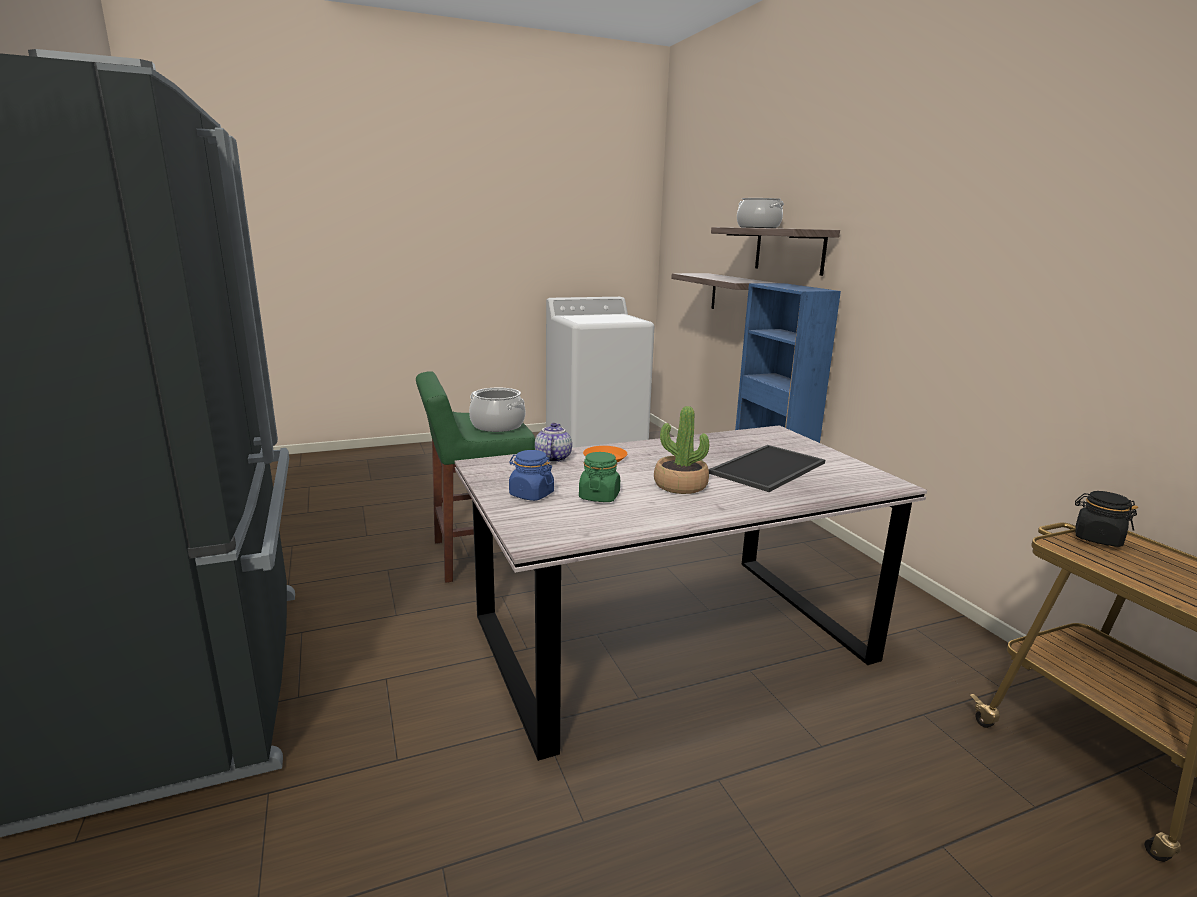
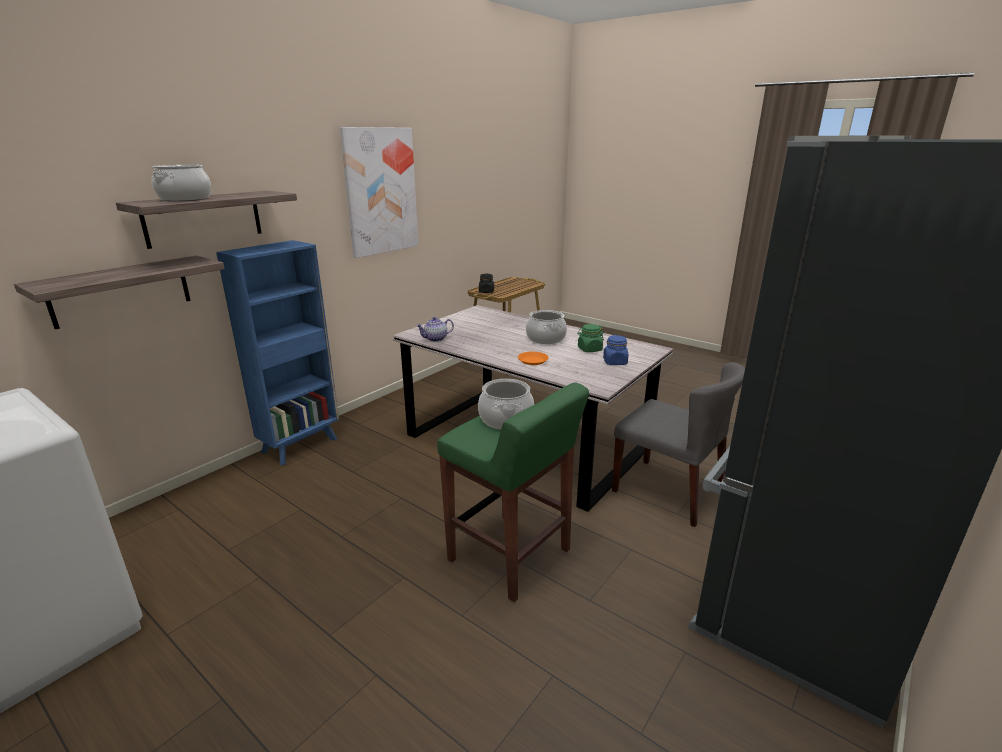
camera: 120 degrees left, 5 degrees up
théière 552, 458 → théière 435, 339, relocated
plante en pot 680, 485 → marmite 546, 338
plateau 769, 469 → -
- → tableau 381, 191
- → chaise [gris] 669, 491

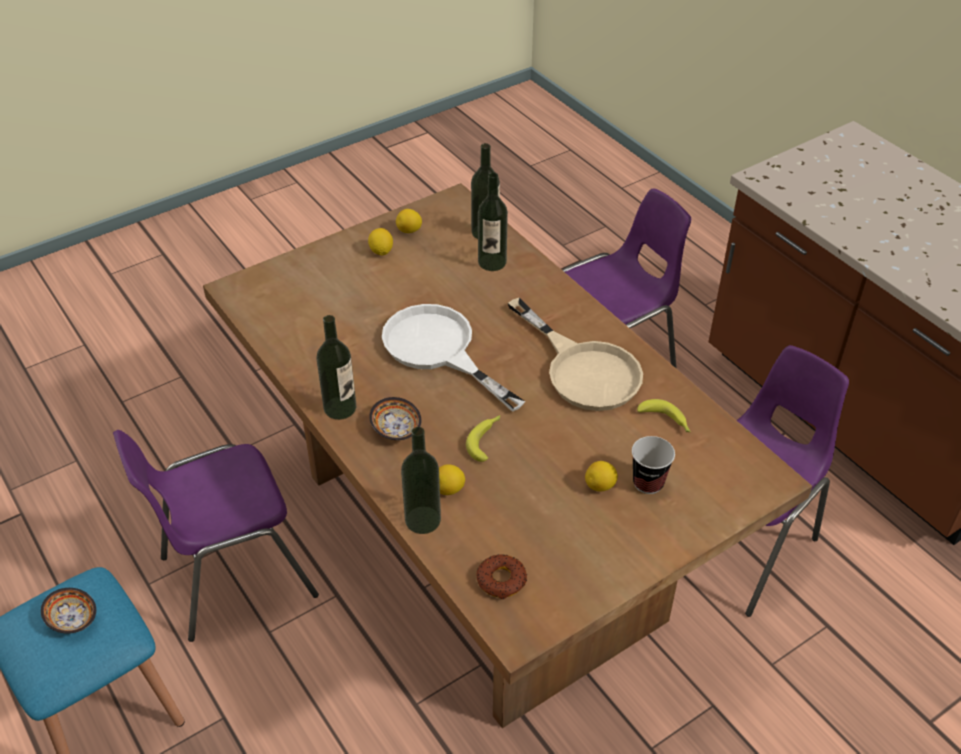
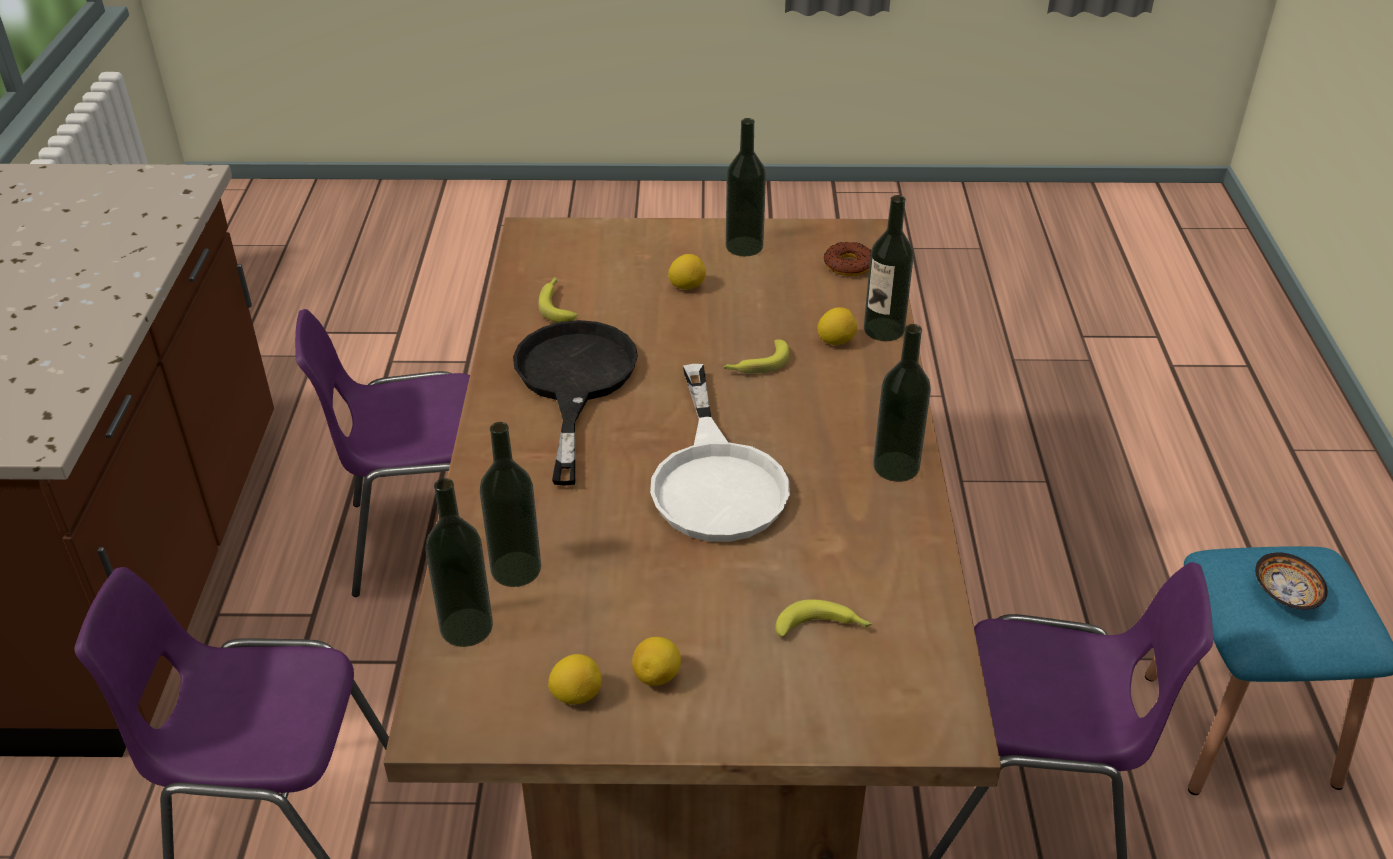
camera: 145 degrees left, 5 degrees down
bol 396, 429 → -
poêle [beige] 583, 369 → poêle [noir] 574, 383
tasse 648, 483 → -
- → bouteille 744, 246
- → banane 823, 628

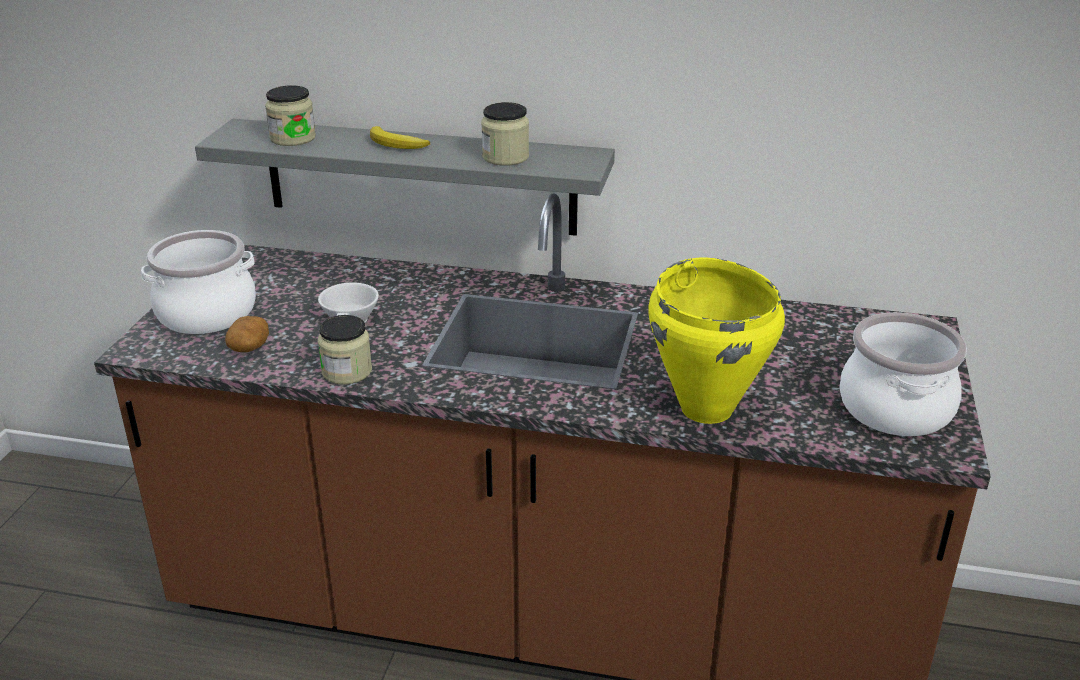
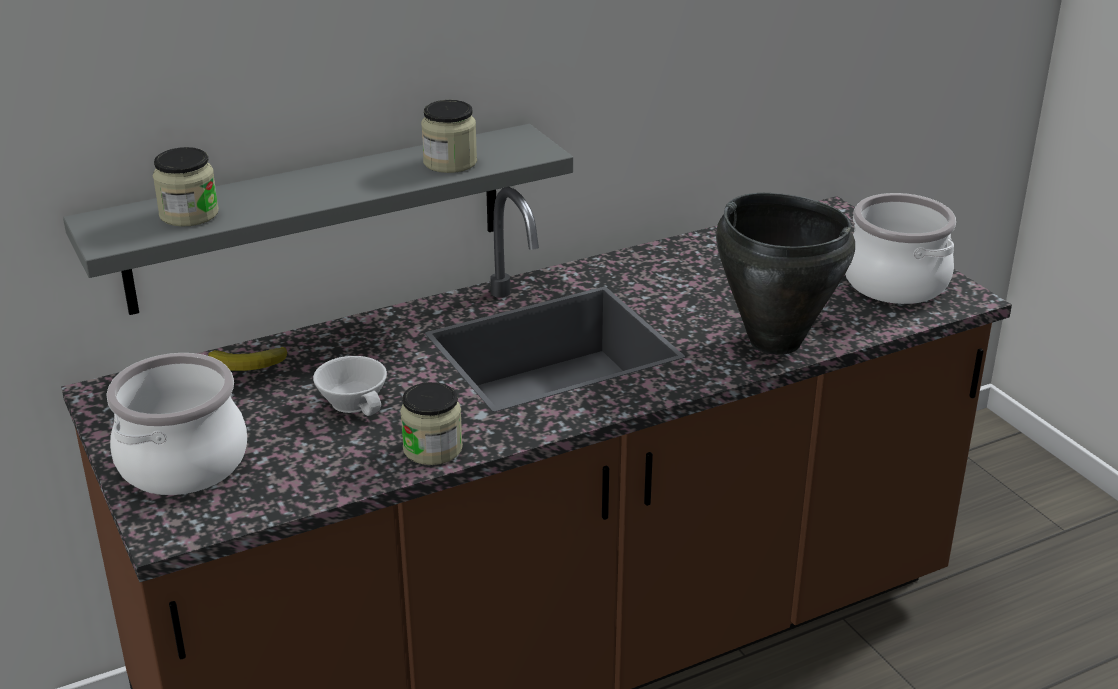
camera: 40 degrees left, 0 degrees up
pomme de terre 249, 347 → -
banane 396, 144 → banane 250, 364, relocated
marmite [jaune] 707, 408 → marmite [noir] 774, 341

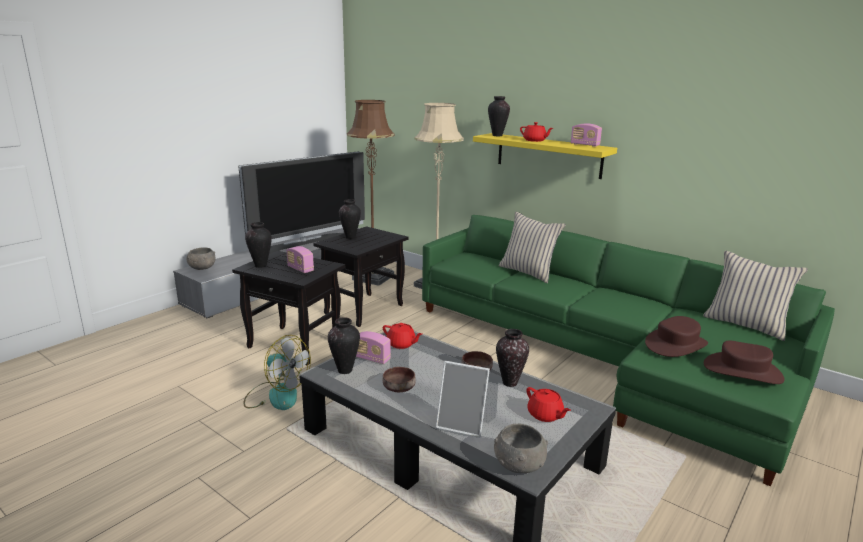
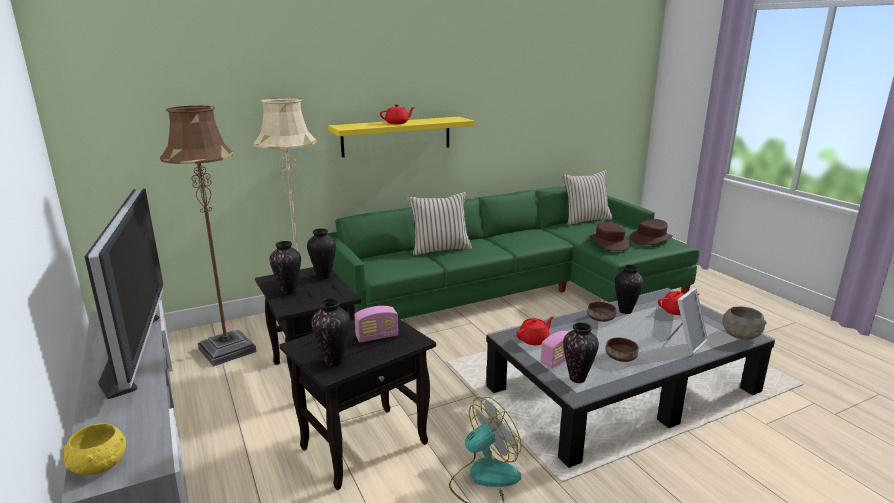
camera: 65 degrees left, 0 degrees up
bol [gris] 202, 268 → bol [jaune] 99, 466
vase 497, 135 → vase 323, 277, relocated
radio 585, 145 → -

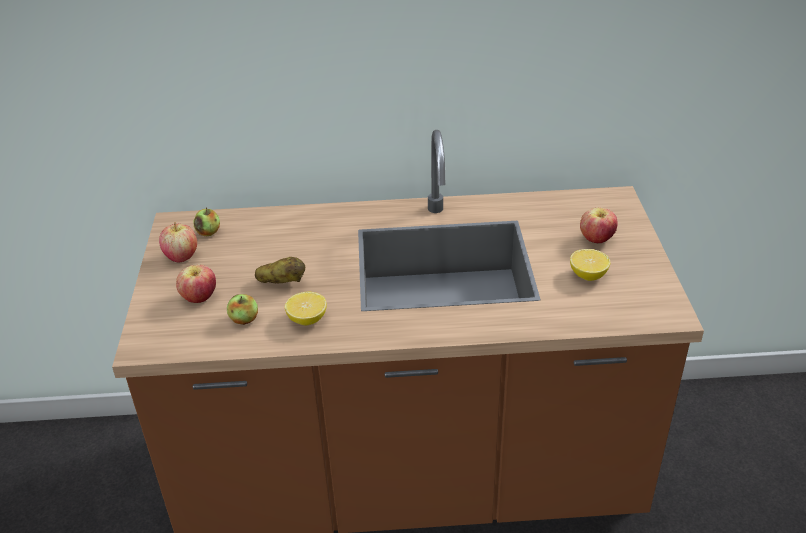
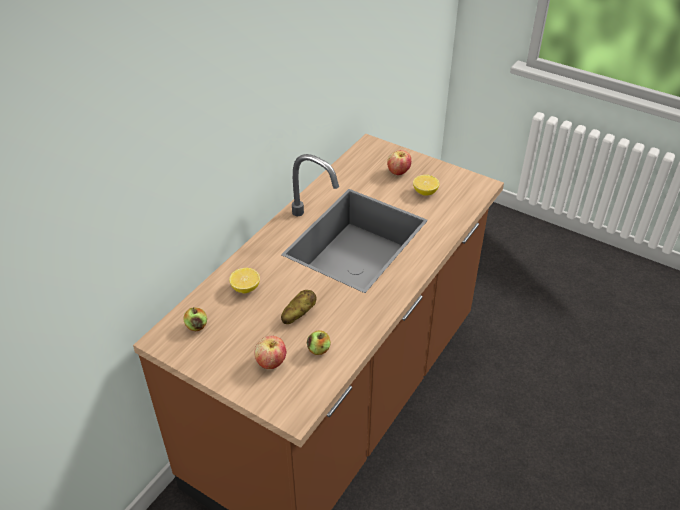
camera: 55 degrees left, 5 degrees up
pomme 181, 256 → -
citron 307, 319 → citron 245, 288, relocated

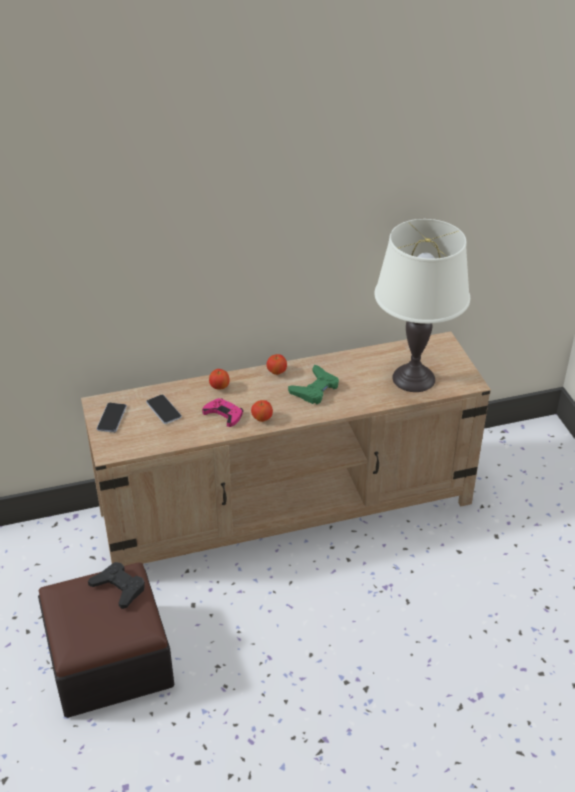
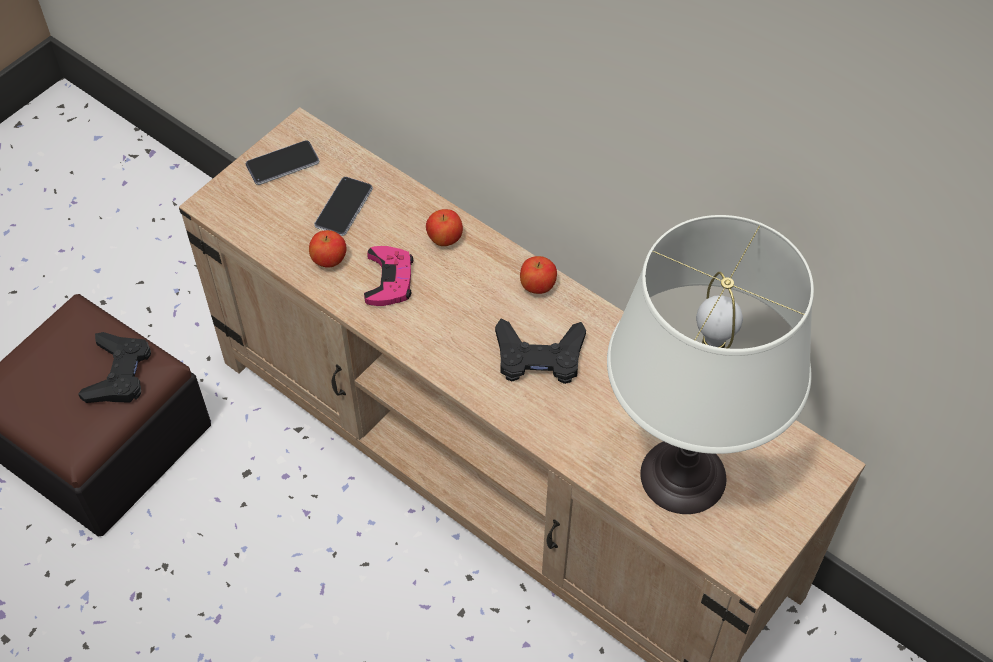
camera: 55 degrees right, 15 degrees up
pomme 262, 419 → pomme 329, 260, relocated
manette [vert] 315, 389 → manette [noir] 539, 357

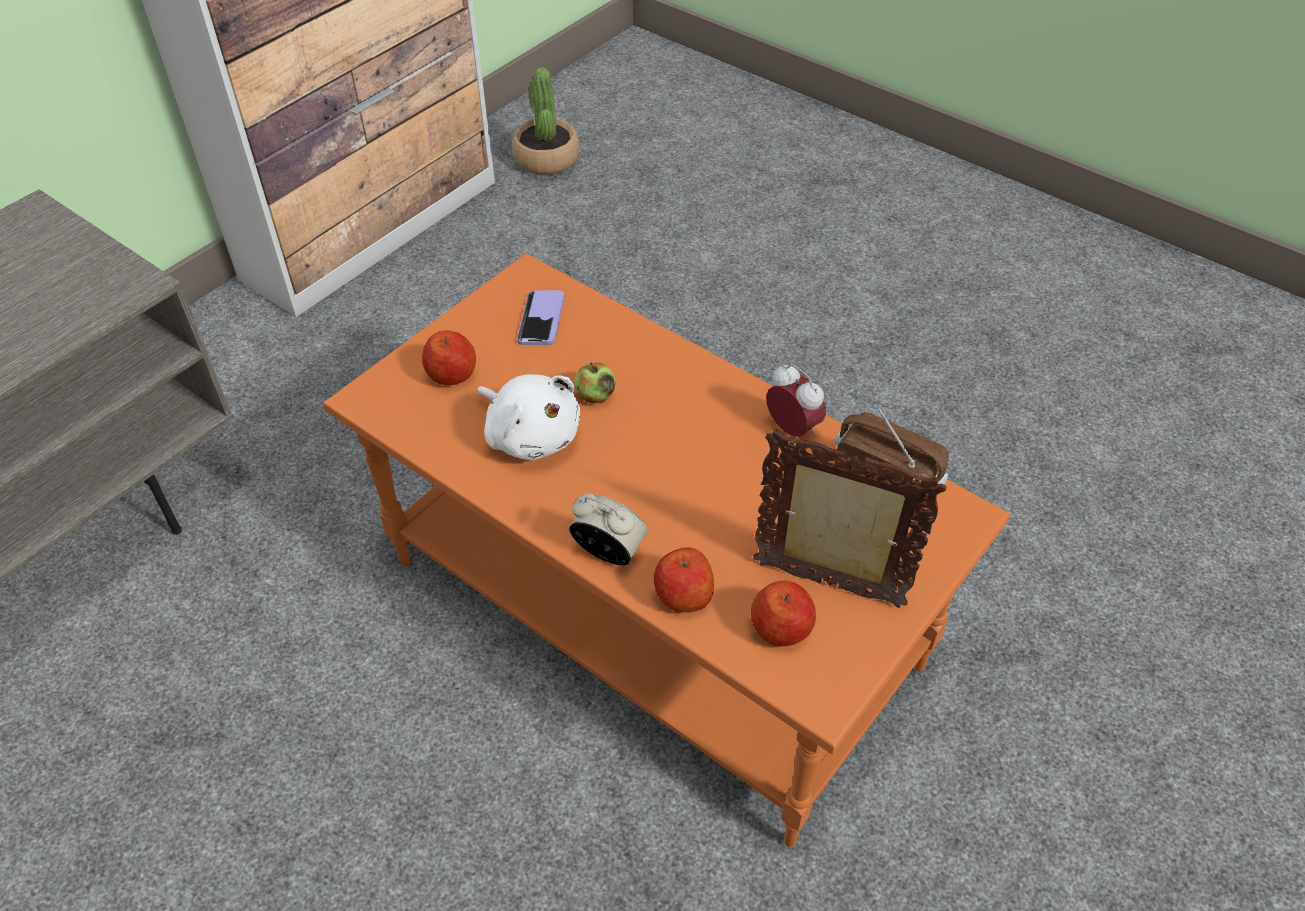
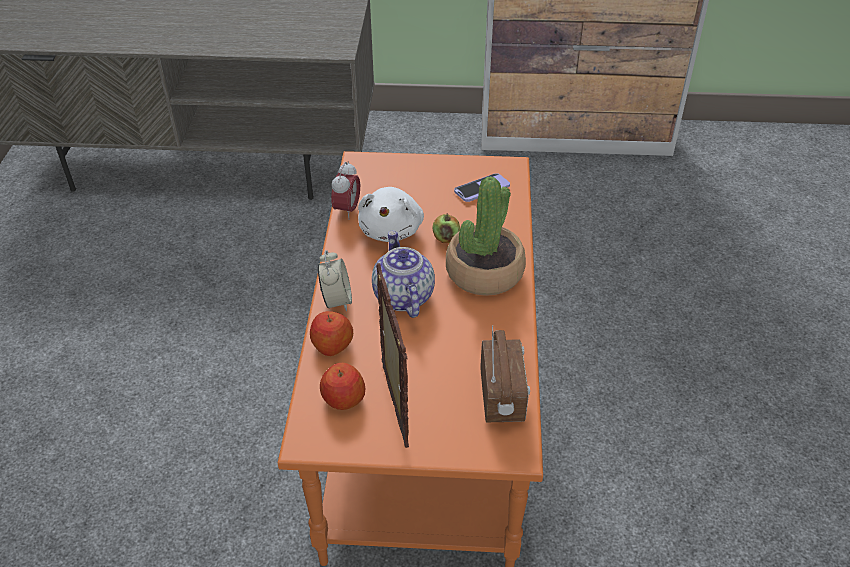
camera: 55 degrees right, 5 degrees down
pomme 452, 374 → -
plante en pot 546, 159 → plante en pot 484, 272, relocated
réveil 793, 429 → réveil 347, 210, relocated
- → théière 402, 296

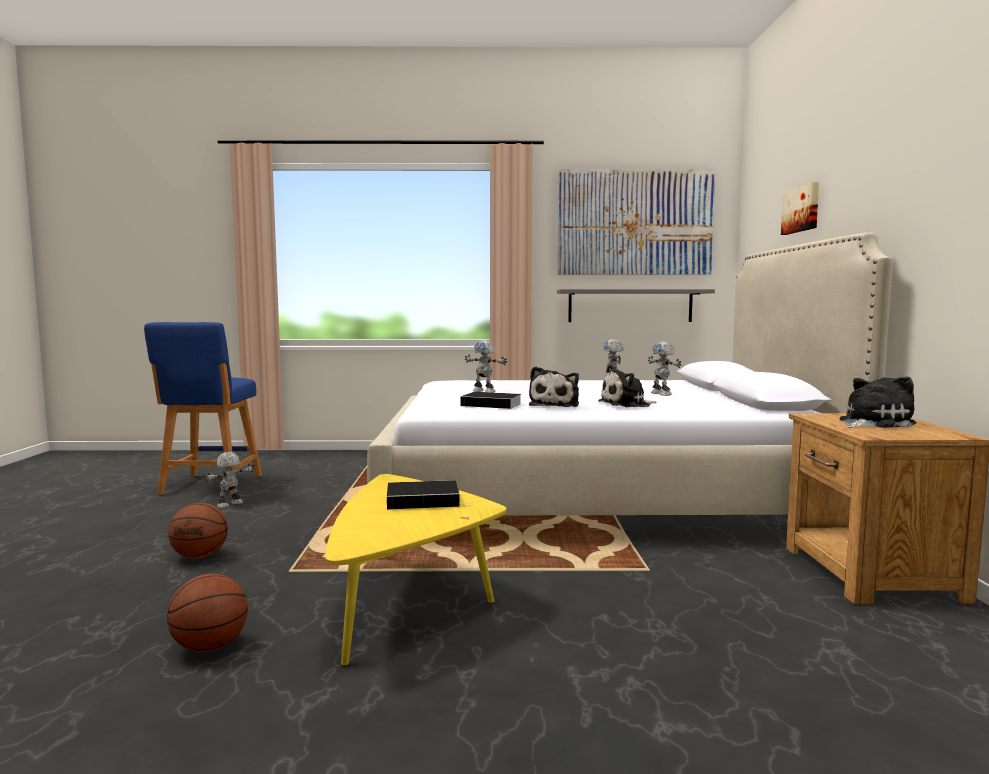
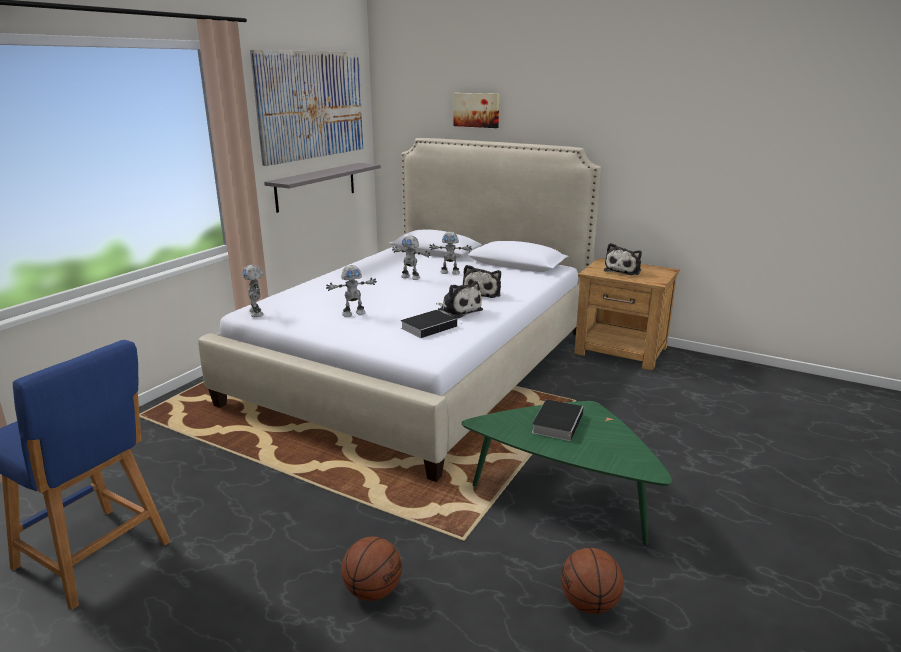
camera: 60 degrees left, 15 degrees up
robot jouet 230, 504 → robot jouet 257, 313, relocated
table basse [jaune] 408, 602 → table basse [vert] 565, 496
peluche 872, 423 → peluche 623, 270, 150 degrees counterclockwise

